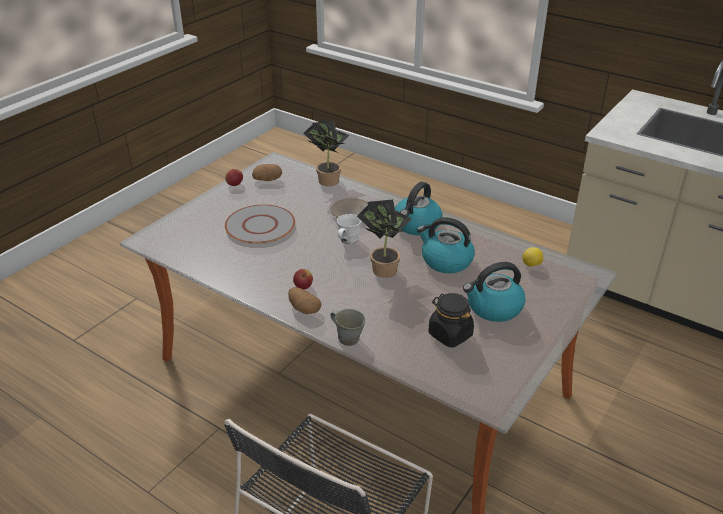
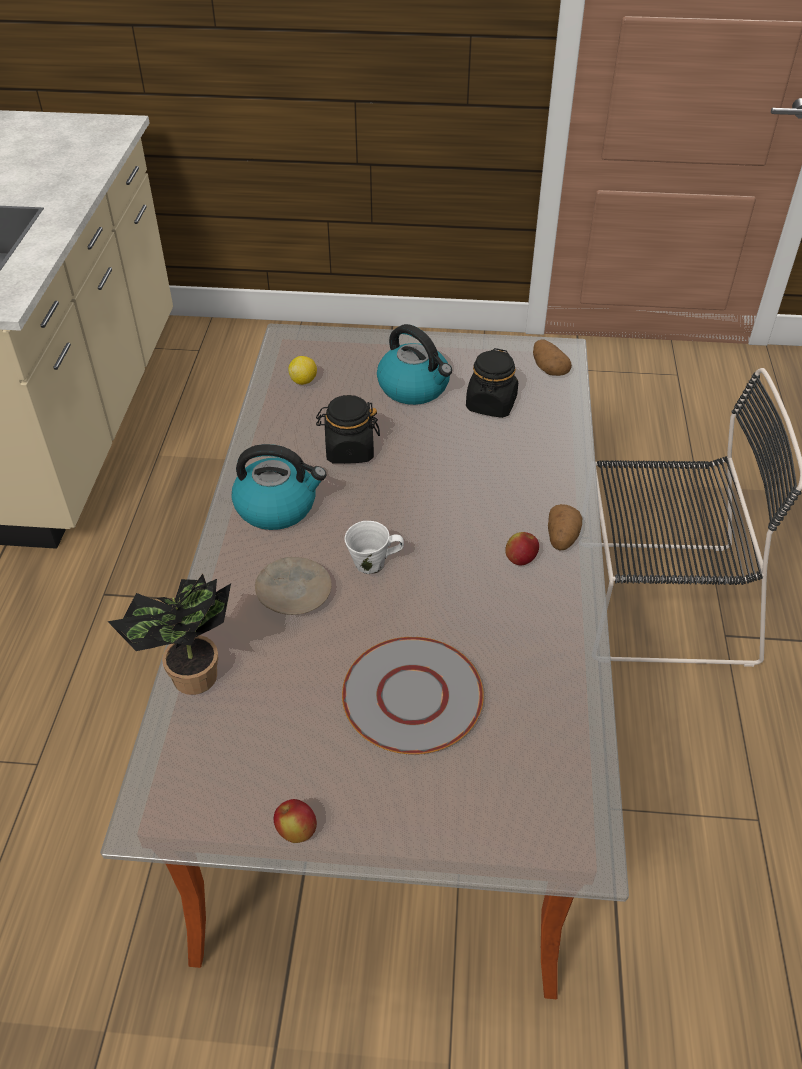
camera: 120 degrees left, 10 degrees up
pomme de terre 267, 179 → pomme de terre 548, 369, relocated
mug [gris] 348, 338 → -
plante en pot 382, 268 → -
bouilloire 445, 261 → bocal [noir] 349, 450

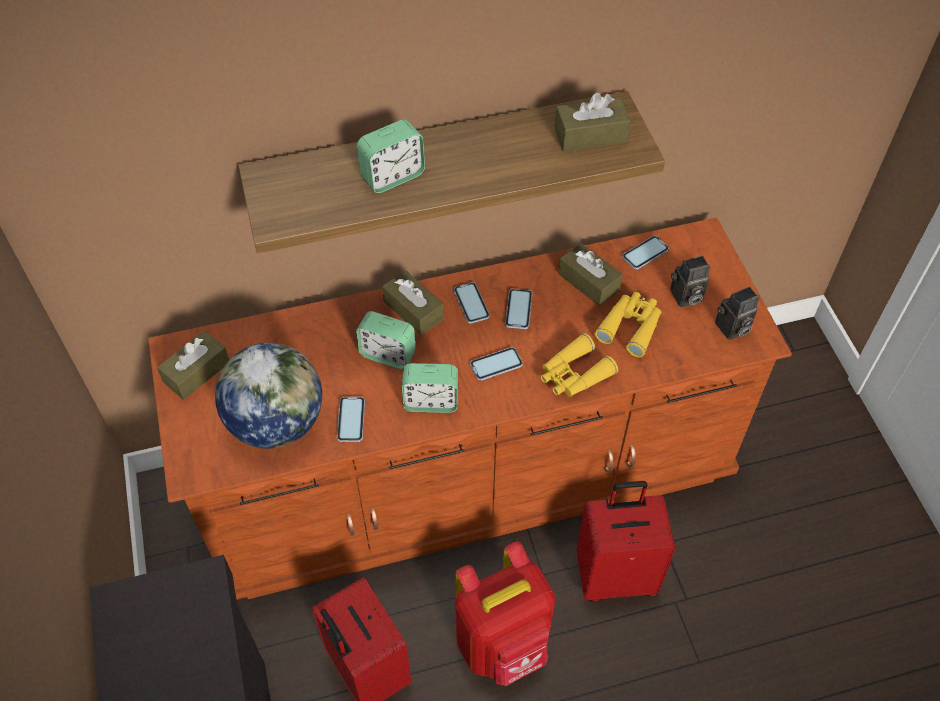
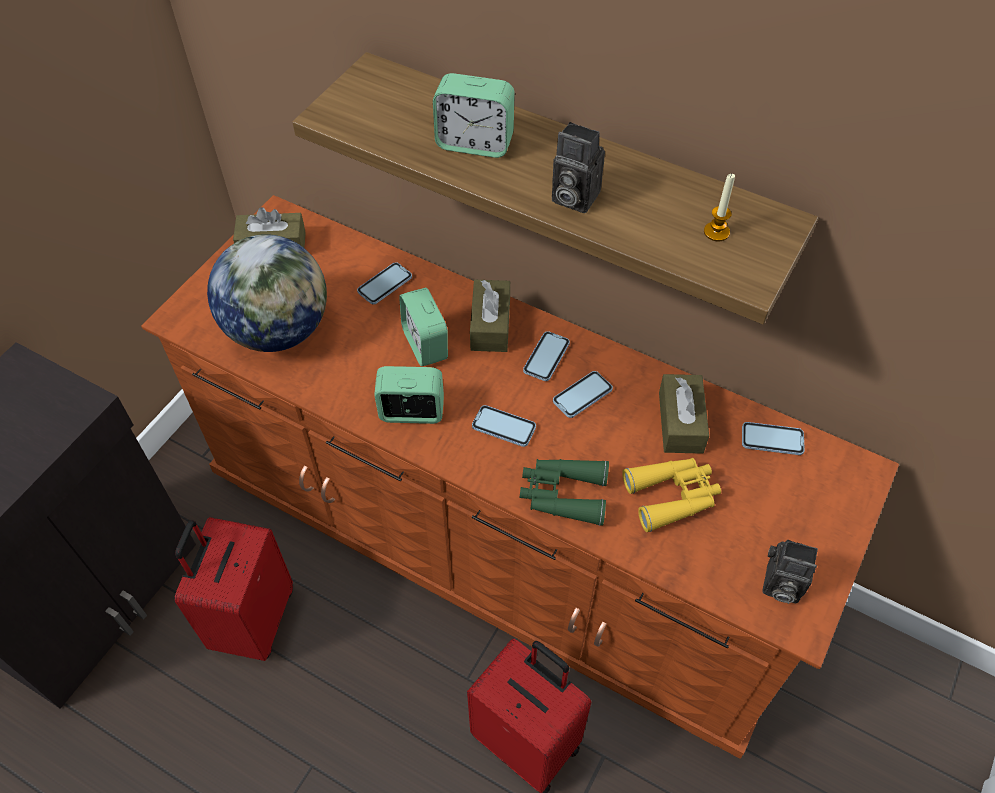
camera: 45 degrees right, 0 degrees up
téléphone 351, 420 → téléphone 385, 284, relocated
réveil 431, 401 → réveil 412, 412, 135 degrees clockwise
sac à dos [rouge] 503, 643 → -
jumelles [jaune] 574, 375 → jumelles [vert] 562, 494
boîte à mouchoirs [marron] 590, 135 → bougie 716, 232
appareil photo 685, 297 → appareil photo 572, 197, relocated

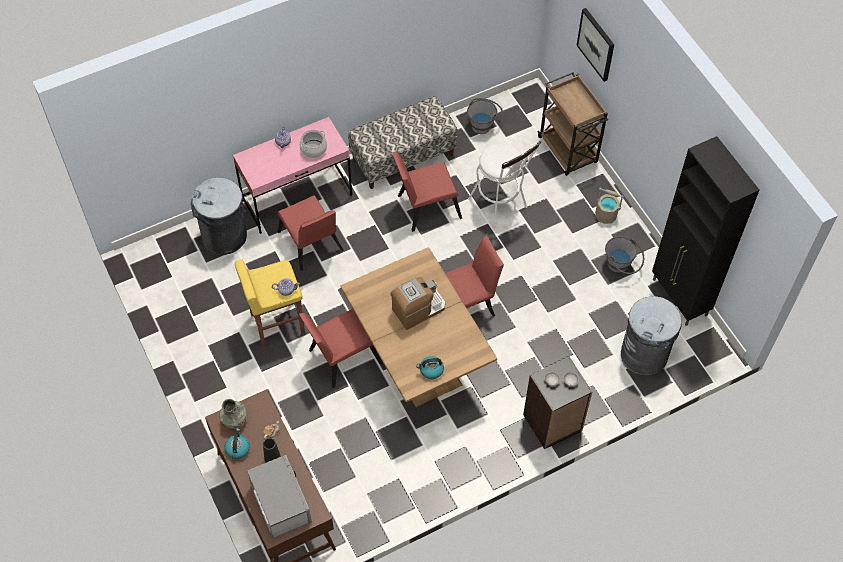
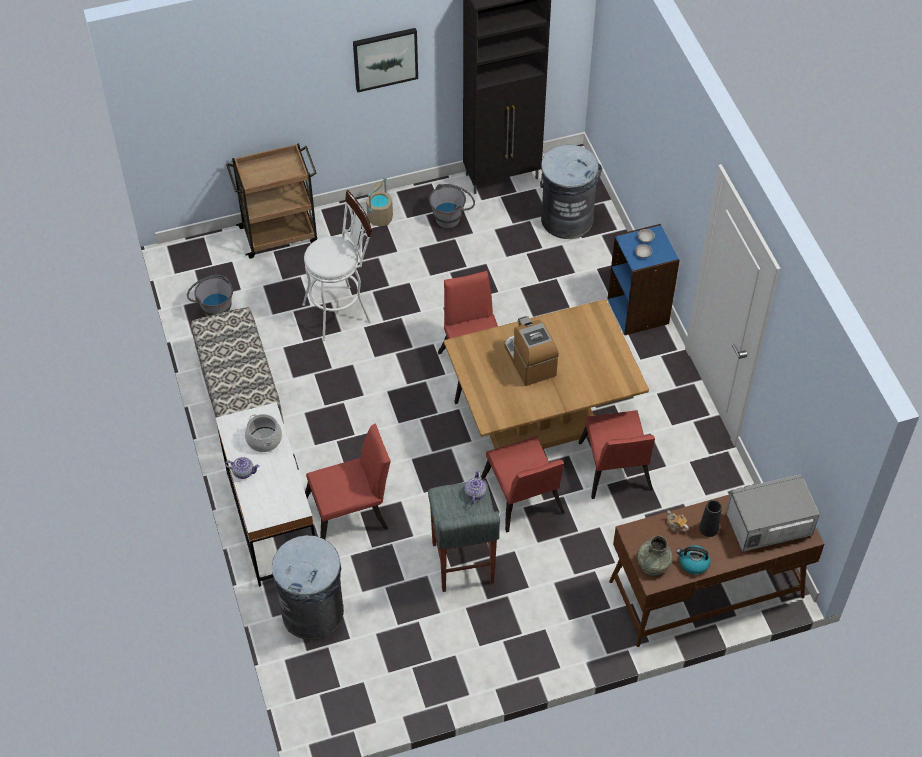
camera: 80 degrees left, 5 degrees down
bureau [rose] 297, 198 → bureau [blanc] 272, 521
tabouret [jaune] 276, 324 → tabouret [gris] 462, 564
chaise [rouge] 425, 207 → chaise [rouge] 615, 471, relocated
bouilloire 431, 370 → -
bibliothèque [noir] 552, 423 → bibliothèque [bleu] 638, 311
tableau 596, 44 → tableau 385, 58, relocated

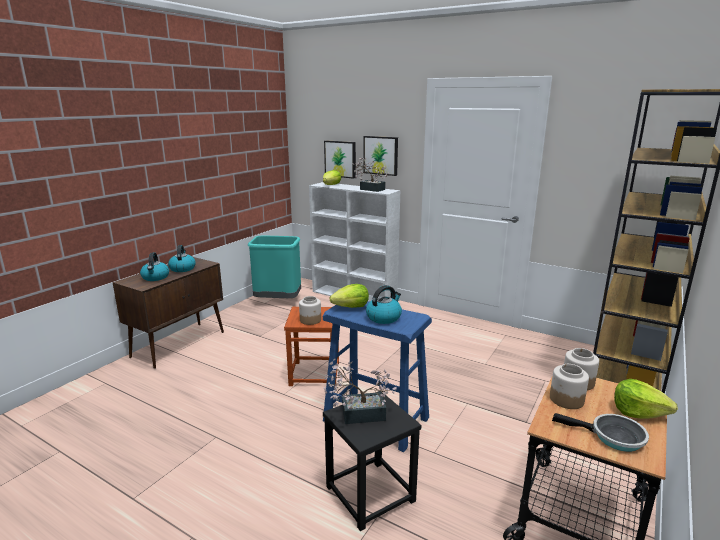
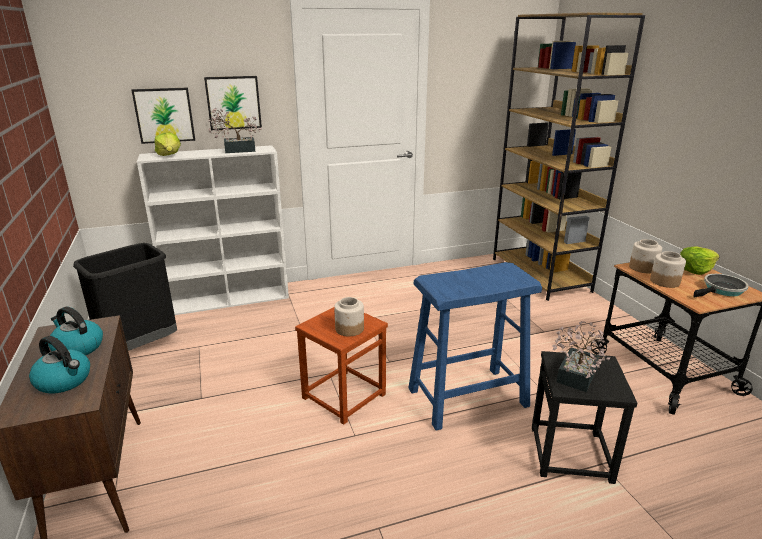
camera: 50 degrees left, 5 degrees up
poubelle [turquoise] 278, 300 → poubelle [noir] 140, 347
laitue 351, 307 → -
bouilloire 384, 317 → -

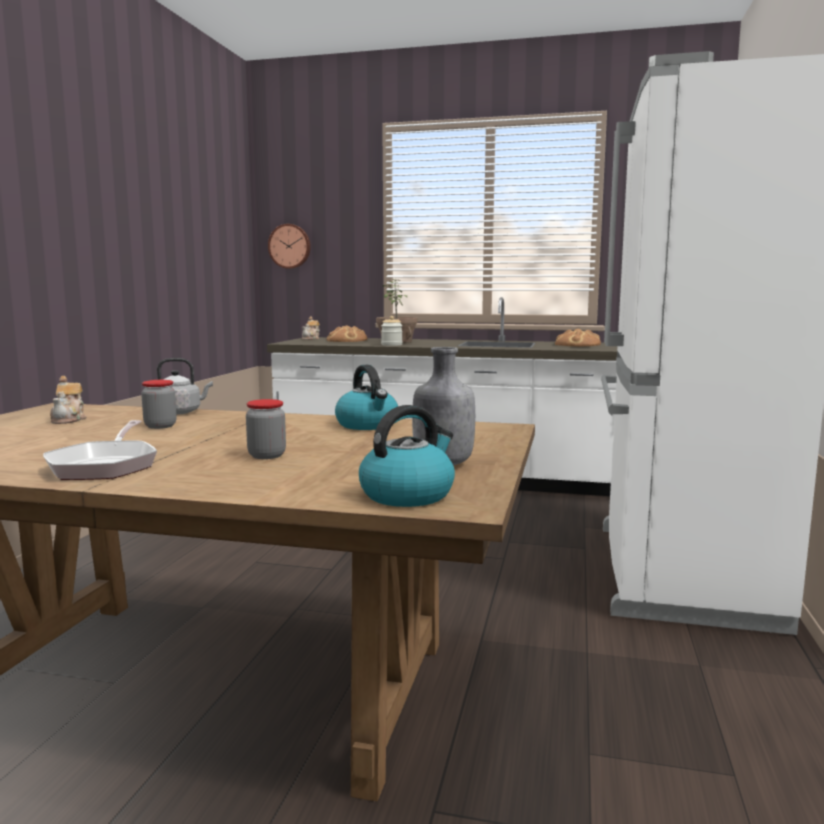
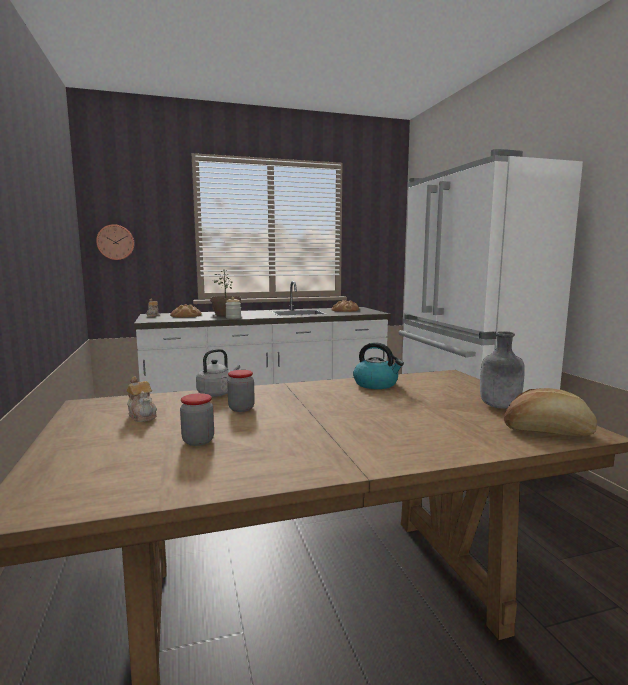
camera: 30 degrees left, 0 degrees up
poêle 105, 465 → -
bocal 267, 455 → bocal 198, 441, relocated
bouilloire 408, 494 → pain 547, 432

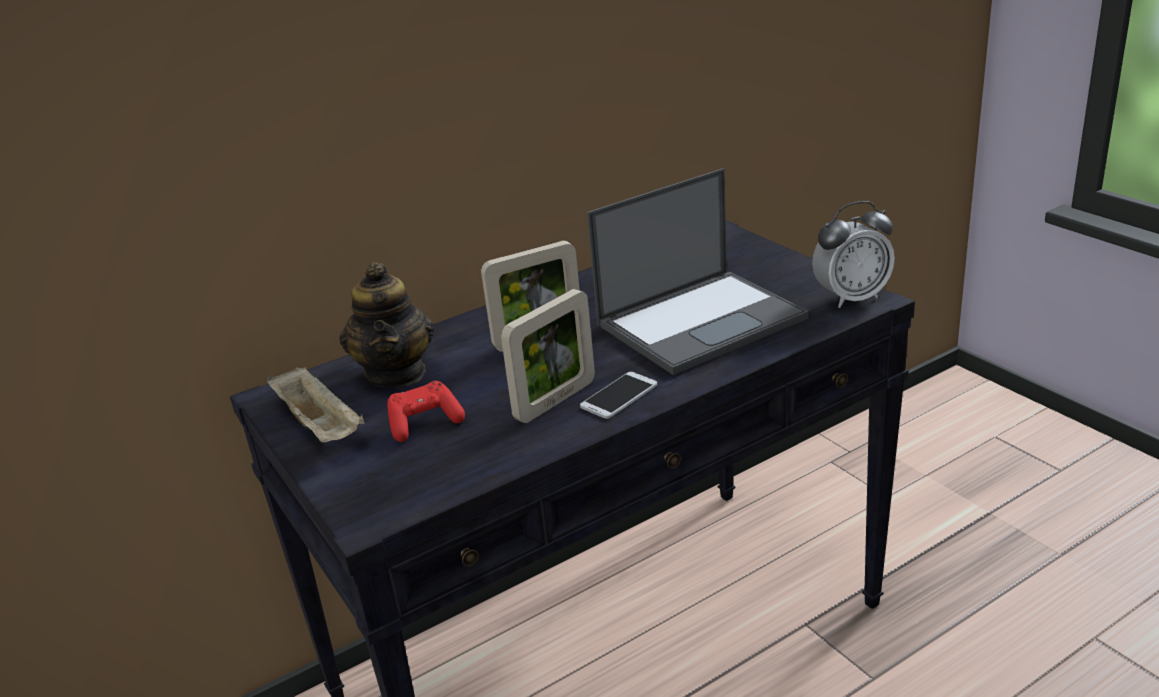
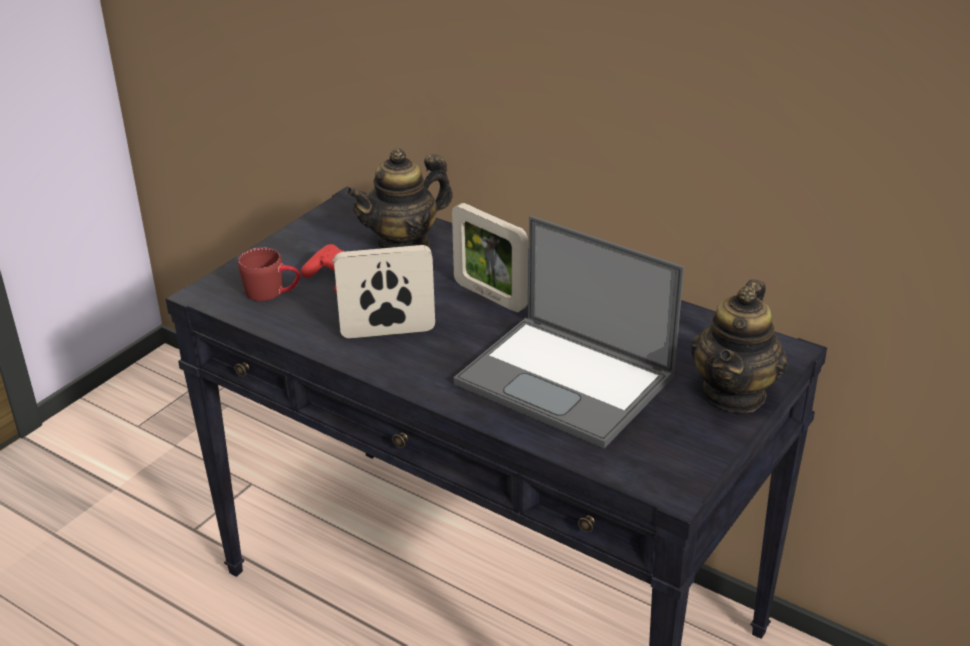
camera: 65 degrees right, 5 degrees up
plateau [beige] 320, 426 → -
cadre photo 555, 401 → cadre photo 388, 332, 150 degrees clockwise
téléphone 619, 396 → -
réveil 851, 298 → -
- → mug [rouge] 273, 292
- → théière 735, 393

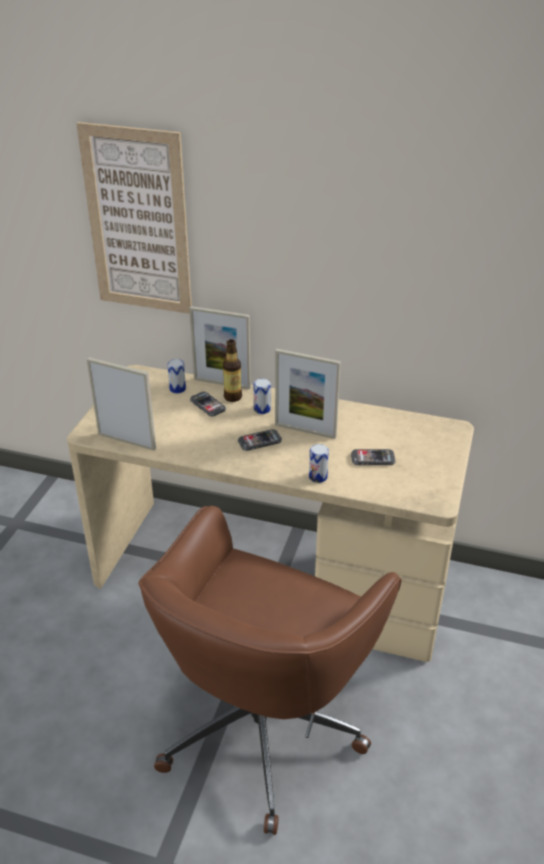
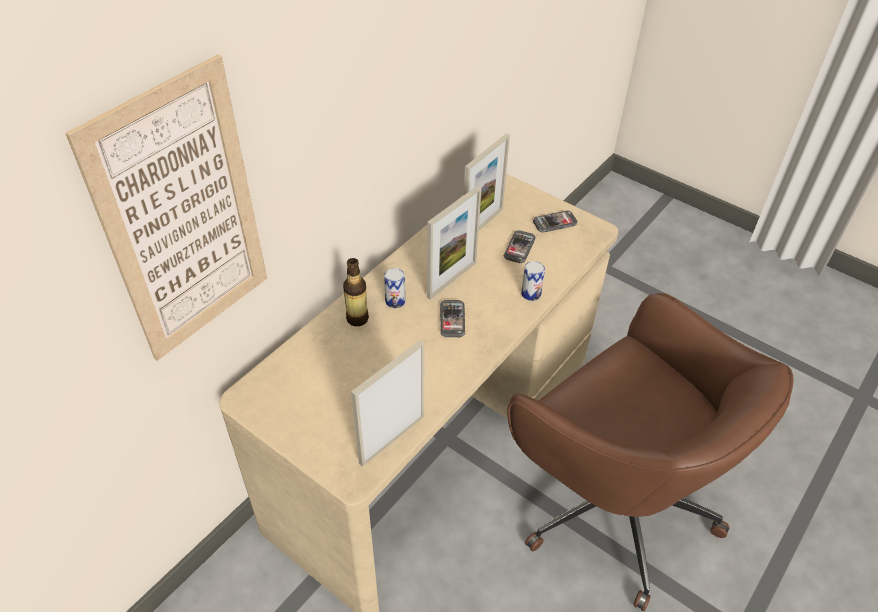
camera: 70 degrees left, 10 degrees up
boîte métallique 177, 389 → -
cadre photo 222, 383 → cadre photo 482, 225, relocated
téléphone 207, 405 → téléphone 555, 223, relocated

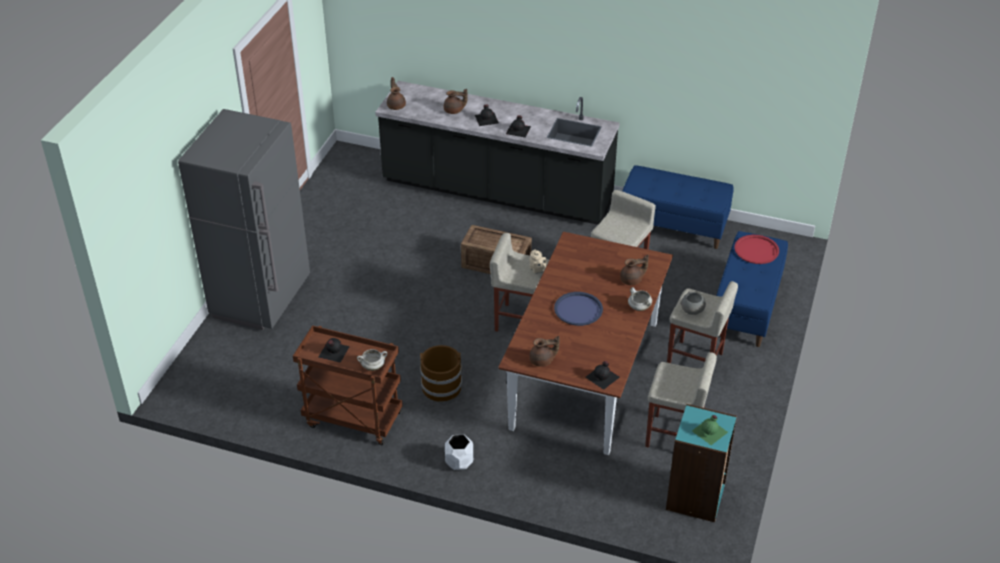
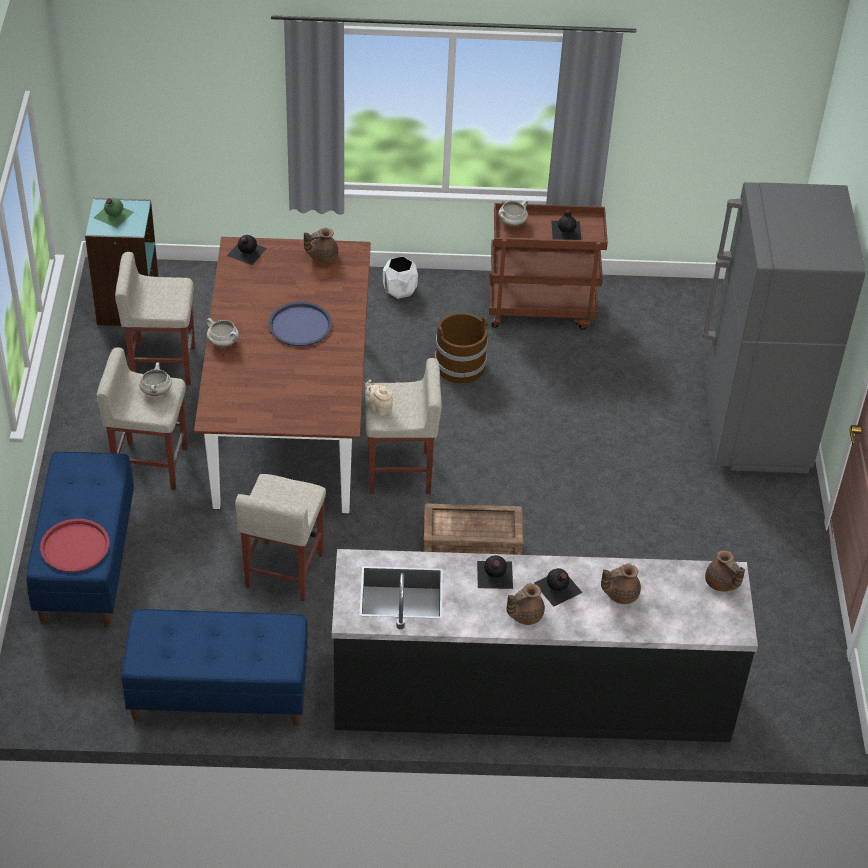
camera: 160 degrees right, 5 degrees up
théière [marron] 632, 280 → théière [marron] 524, 615, relocated
bol [gris] 692, 310 → marmite [blanc] 156, 391

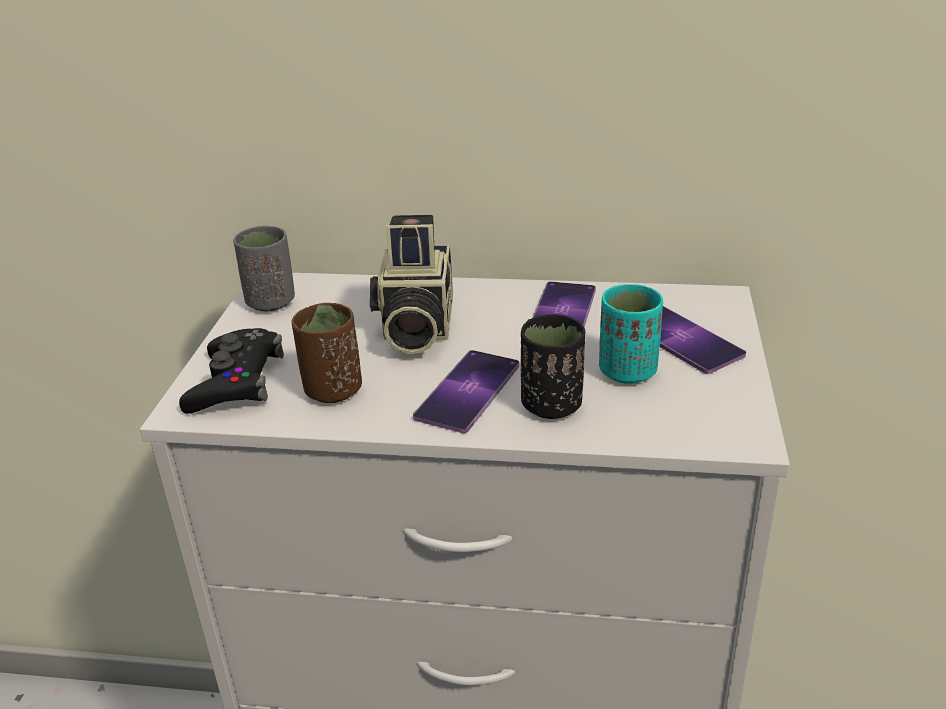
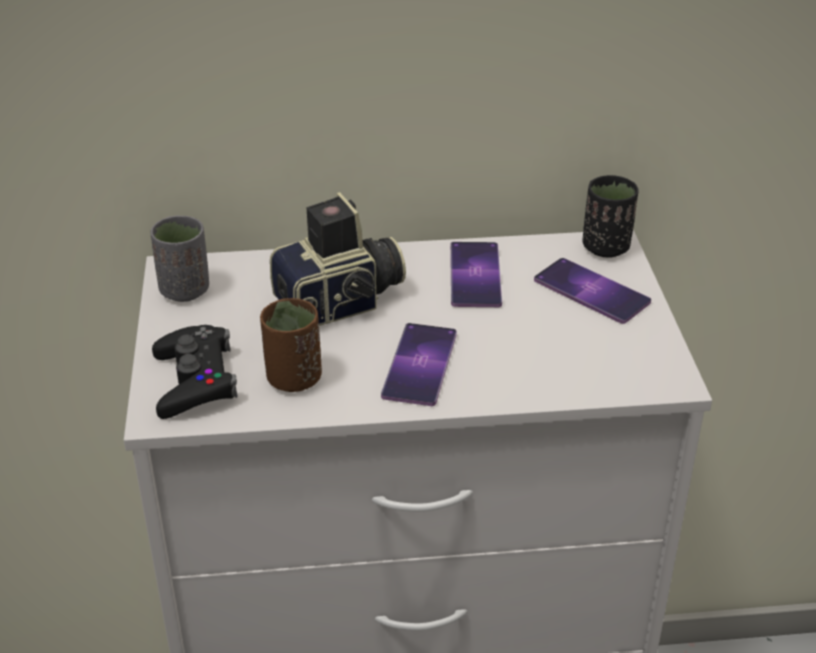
camera: 15 degrees left, 5 degrees up
appareil photo 414, 326 → appareil photo 341, 303, 105 degrees counterclockwise
tasse [noir] 552, 405 → tasse [noir] 606, 247, relocated
tasse [turquoise] 628, 371 → -

